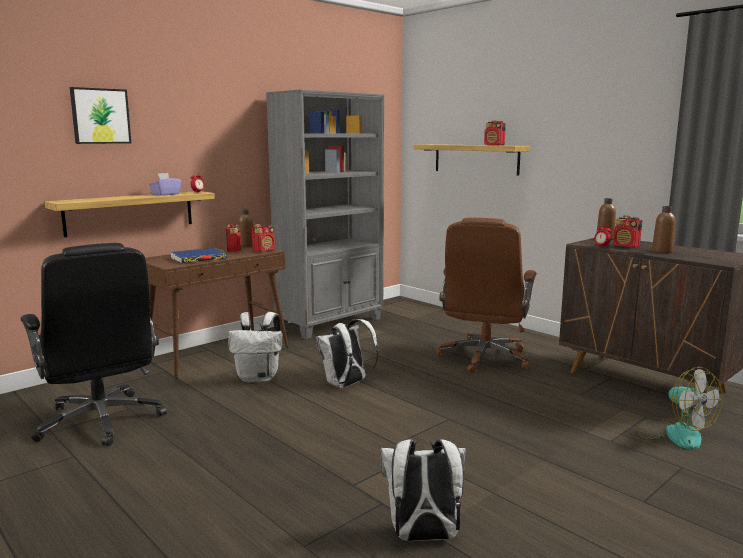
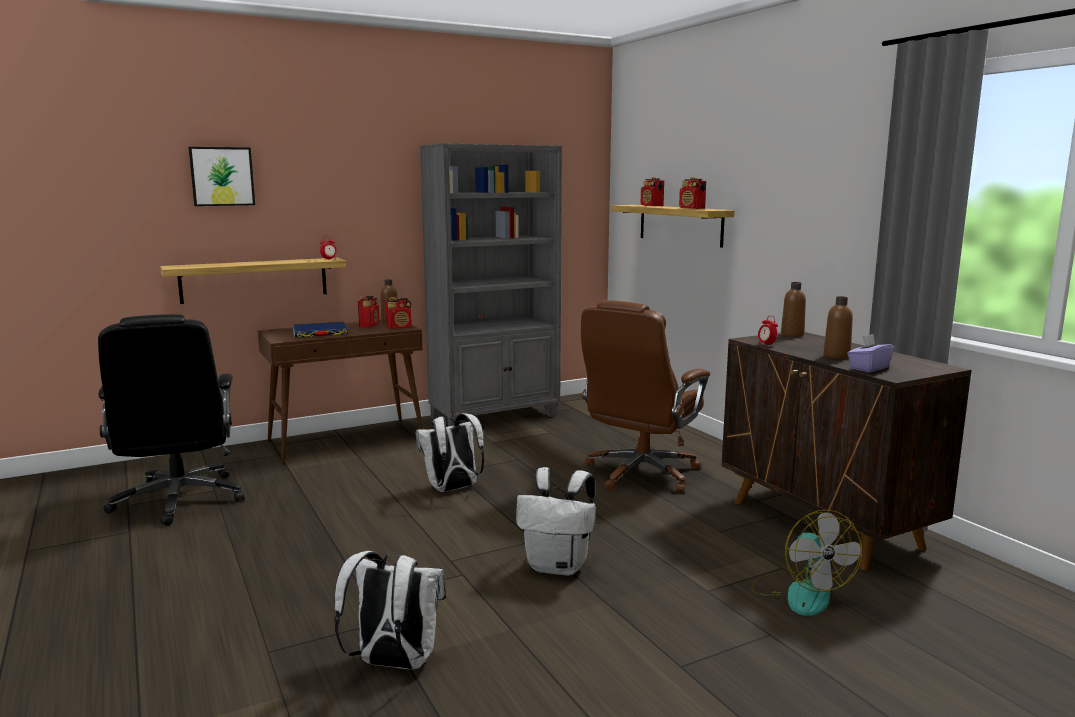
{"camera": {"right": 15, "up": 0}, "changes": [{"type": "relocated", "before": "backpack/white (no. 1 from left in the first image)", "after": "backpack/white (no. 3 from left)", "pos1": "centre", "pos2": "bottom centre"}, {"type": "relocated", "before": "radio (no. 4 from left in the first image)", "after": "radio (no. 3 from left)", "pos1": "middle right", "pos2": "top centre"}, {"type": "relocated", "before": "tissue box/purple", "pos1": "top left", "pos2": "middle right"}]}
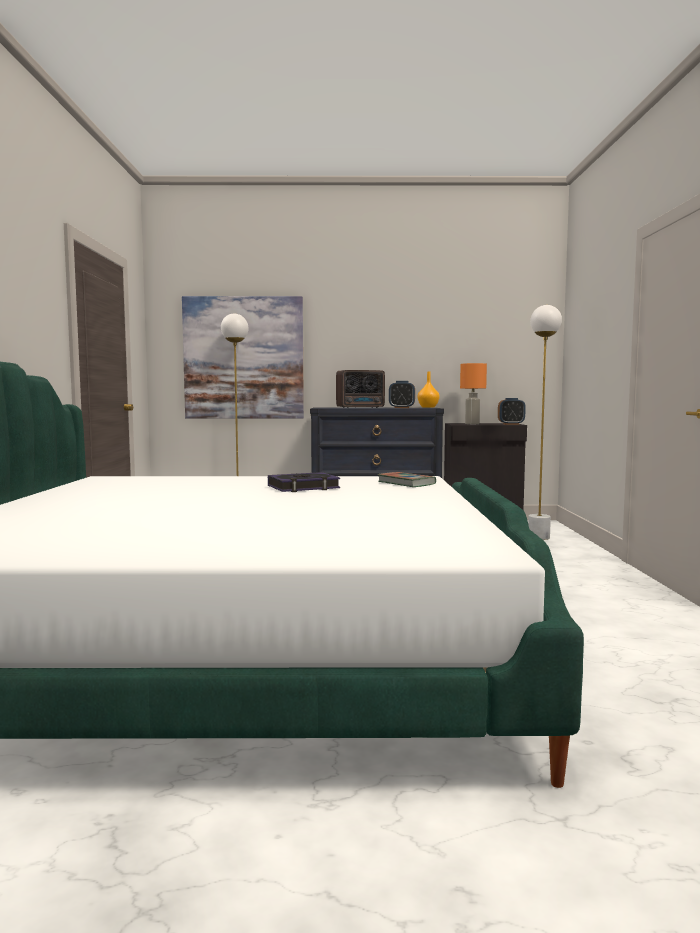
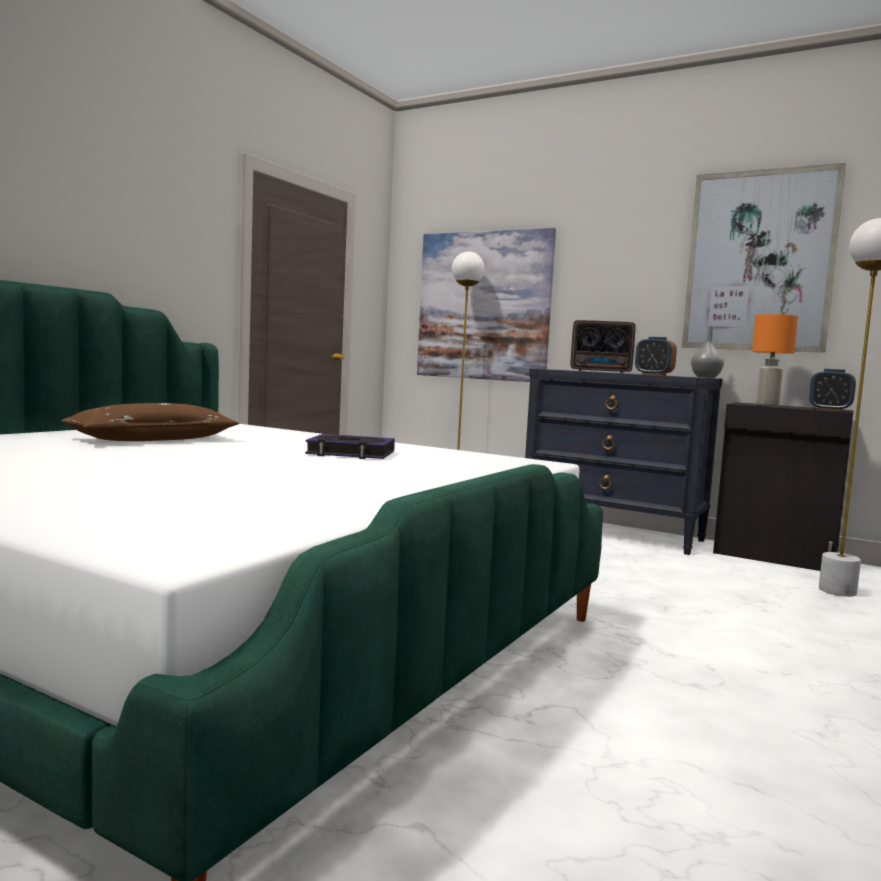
{"camera": {"right": 30, "up": 0}, "changes": [{"type": "appeared", "after": "pillow/brown", "pos2": "middle left"}, {"type": "appeared", "after": "picture (no. 2 from left)", "pos2": "top right"}, {"type": "colour", "before": "vase/orange", "after": "vase/grey", "pos1": "centre", "pos2": "middle right"}, {"type": "missing", "before": "book (no. 2 from left)", "pos1": "centre"}]}
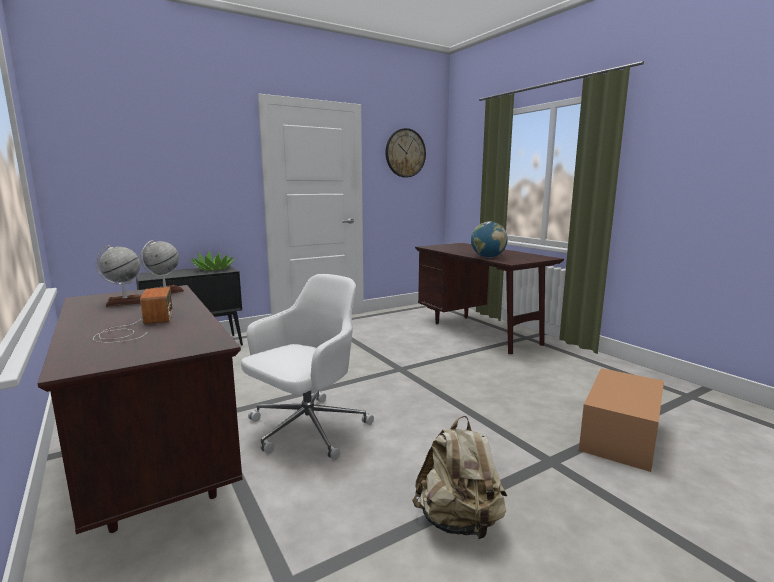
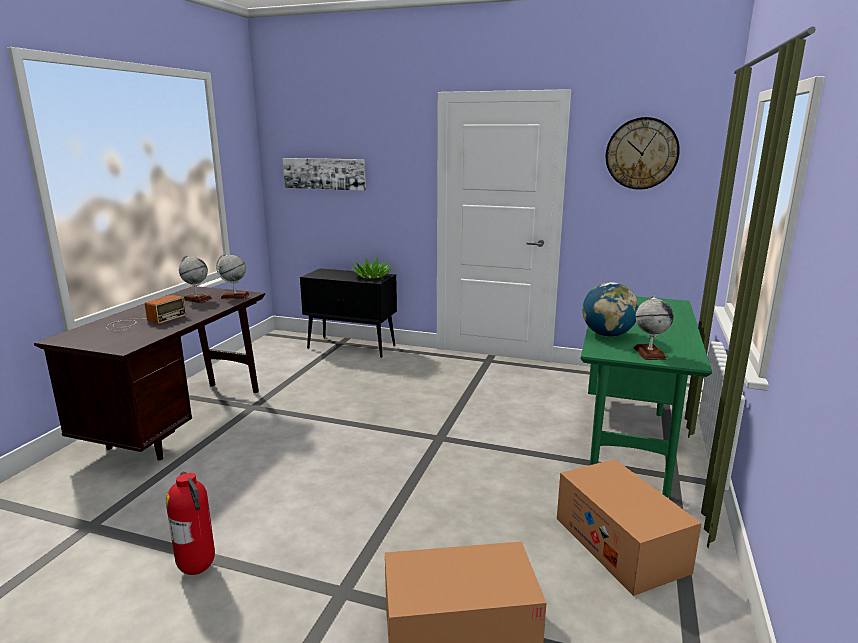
{"camera": {"right": 50, "up": 5}, "changes": [{"type": "exchanged", "before": "backpack/beige", "after": "fire extinguisher", "pos1": "bottom centre", "pos2": "bottom left"}, {"type": "appeared", "after": "picture", "pos2": "top centre"}, {"type": "appeared", "after": "cardboard box (no. 2 from left)", "pos2": "bottom right"}, {"type": "colour", "before": "desk/brown (no. 2 from left)", "after": "desk/green", "pos1": "centre", "pos2": "middle right"}, {"type": "appeared", "after": "globe (no. 4 from left)", "pos2": "middle right"}, {"type": "missing", "before": "office chair/white", "pos1": "centre"}]}
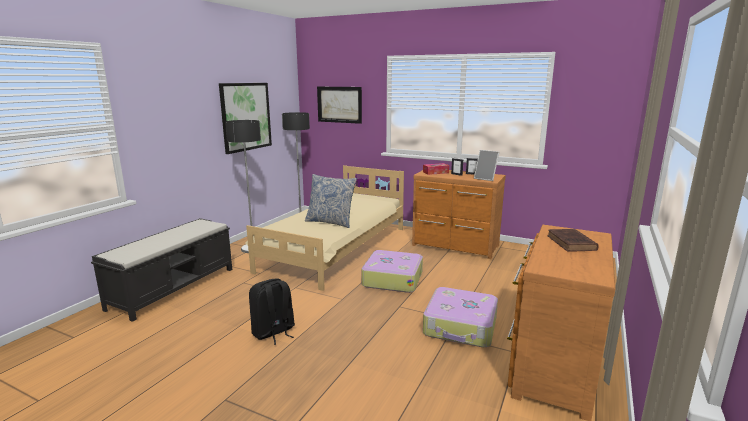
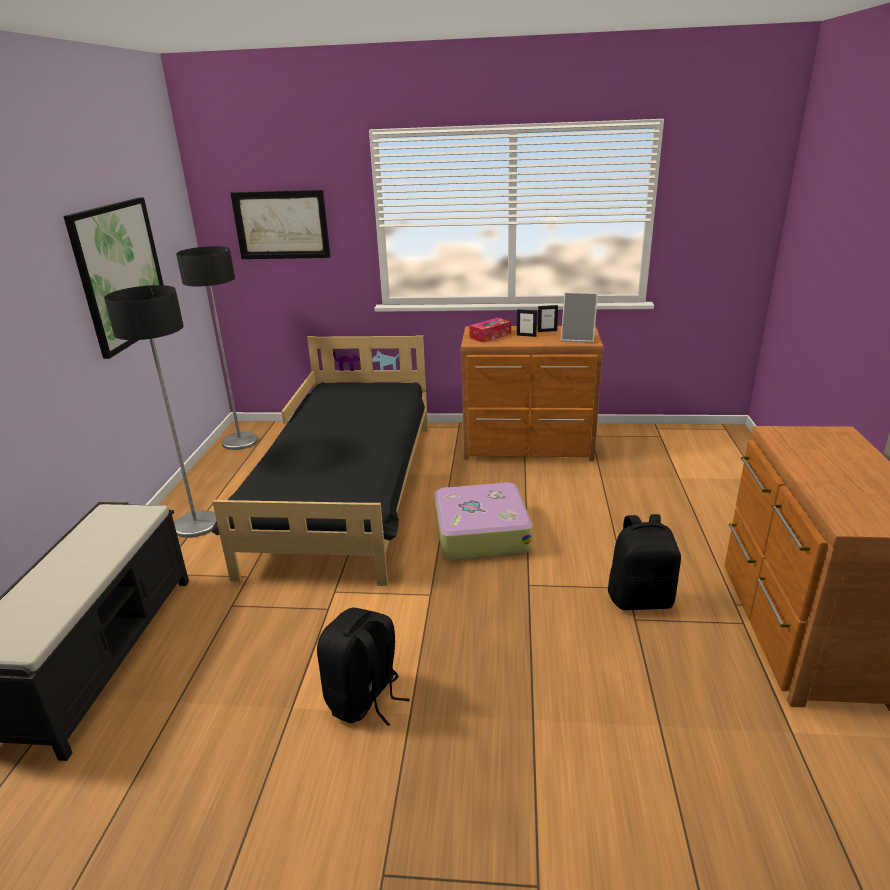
{"camera": {"right": -20, "up": 10}, "changes": [{"type": "colour", "before": "bed/beige", "after": "bed/black", "pos1": "centre", "pos2": "centre"}, {"type": "exchanged", "before": "suitcase (no. 2 from left)", "after": "backpack/black (no. 2 from left)", "pos1": "bottom centre", "pos2": "middle right"}, {"type": "missing", "before": "pillow", "pos1": "centre"}, {"type": "missing", "before": "book/brown", "pos1": "middle right"}]}
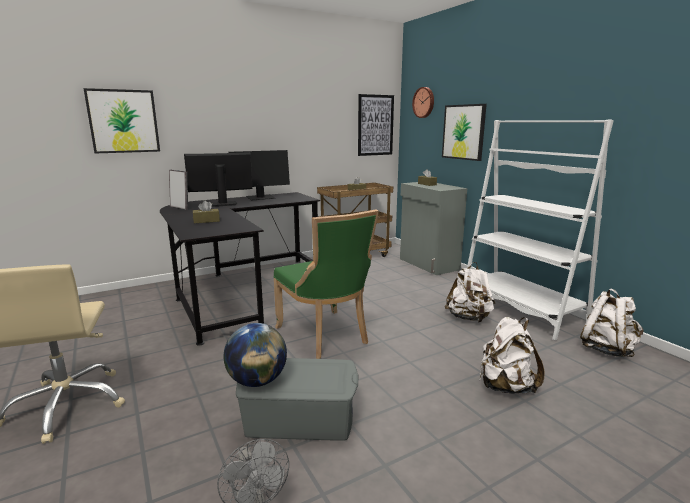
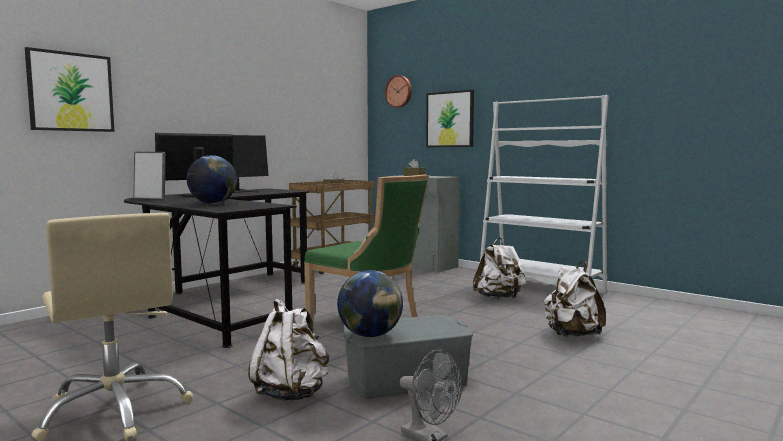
{"camera": {"right": -20, "up": -10}, "changes": [{"type": "exchanged", "before": "tissue box/brown (no. 1 from left)", "after": "globe (no. 1 from left)", "pos1": "middle left", "pos2": "middle left"}, {"type": "relocated", "before": "backpack/white (no. 3 from left in the first image)", "after": "backpack/white (no. 1 from left)", "pos1": "middle right", "pos2": "bottom centre"}, {"type": "missing", "before": "picture (no. 2 from left)", "pos1": "top centre"}]}
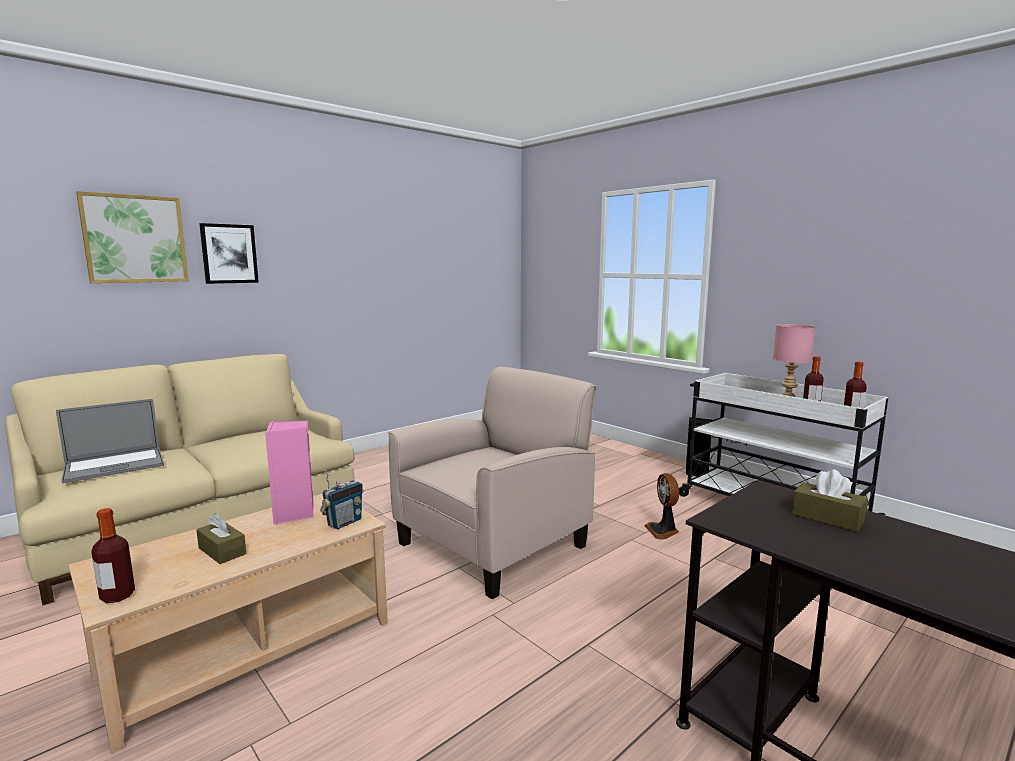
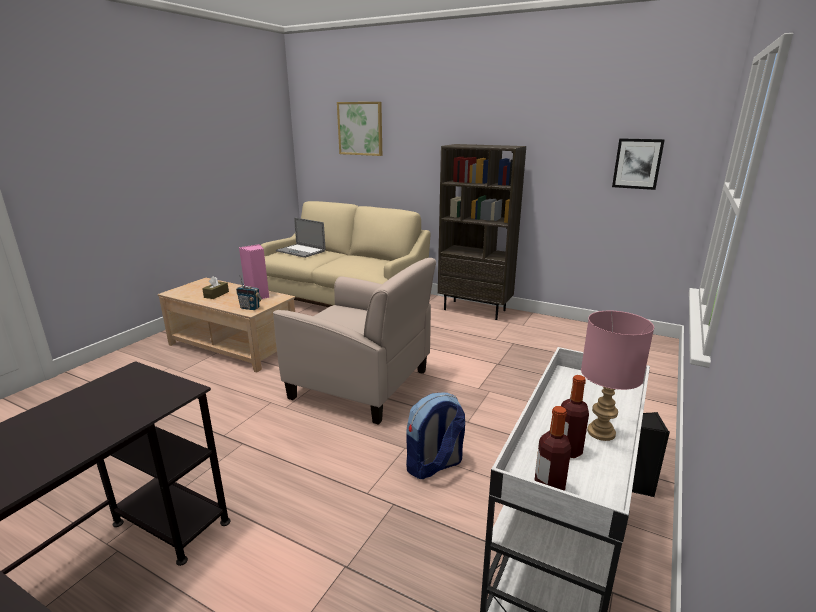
{"camera": {"right": 70, "up": 10}, "changes": [{"type": "exchanged", "before": "fan", "after": "backpack", "pos1": "centre", "pos2": "bottom centre"}, {"type": "appeared", "after": "bookcase/brown", "pos2": "centre"}, {"type": "relocated", "before": "picture (no. 2 from left)", "pos1": "top left", "pos2": "top right"}, {"type": "missing", "before": "bottle (no. 1 from left)", "pos1": "bottom left"}, {"type": "missing", "before": "tissue box/brown (no. 2 from left)", "pos1": "middle right"}]}
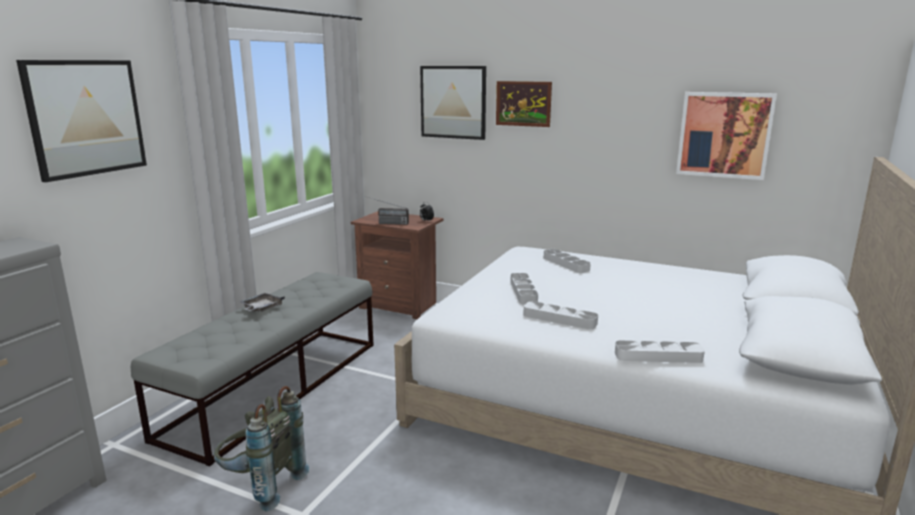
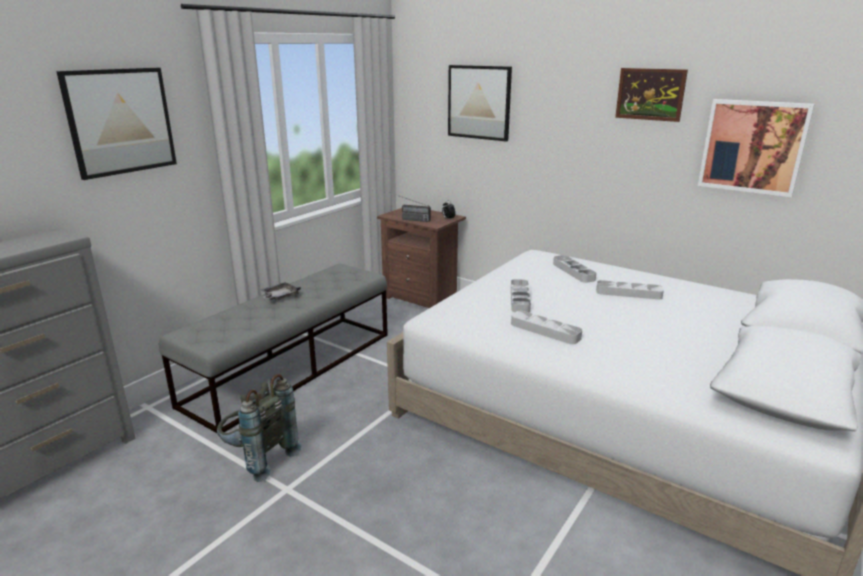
{"camera": {"right": 10, "up": 5}, "changes": [{"type": "relocated", "before": "tray/grey (no. 5 from left)", "pos1": "bottom right", "pos2": "middle right"}, {"type": "relocated", "before": "picture (no. 3 from left)", "pos1": "top centre", "pos2": "top right"}]}
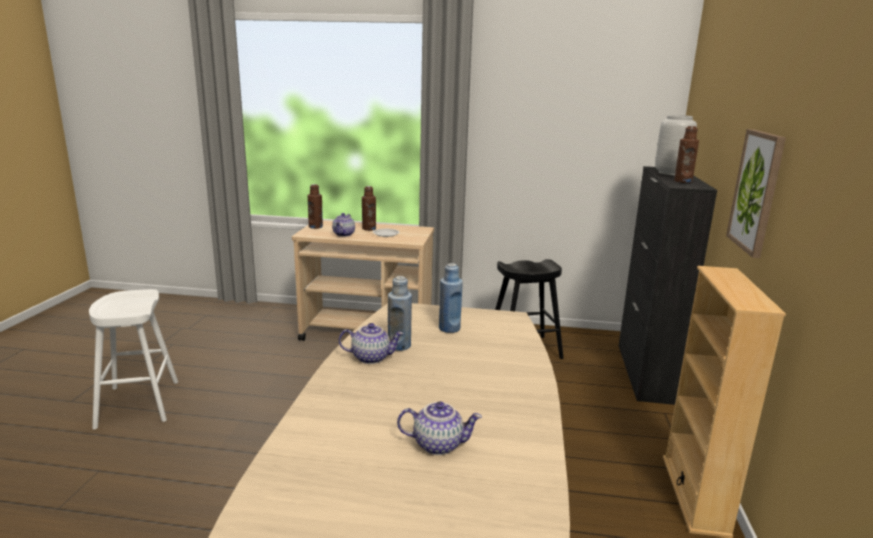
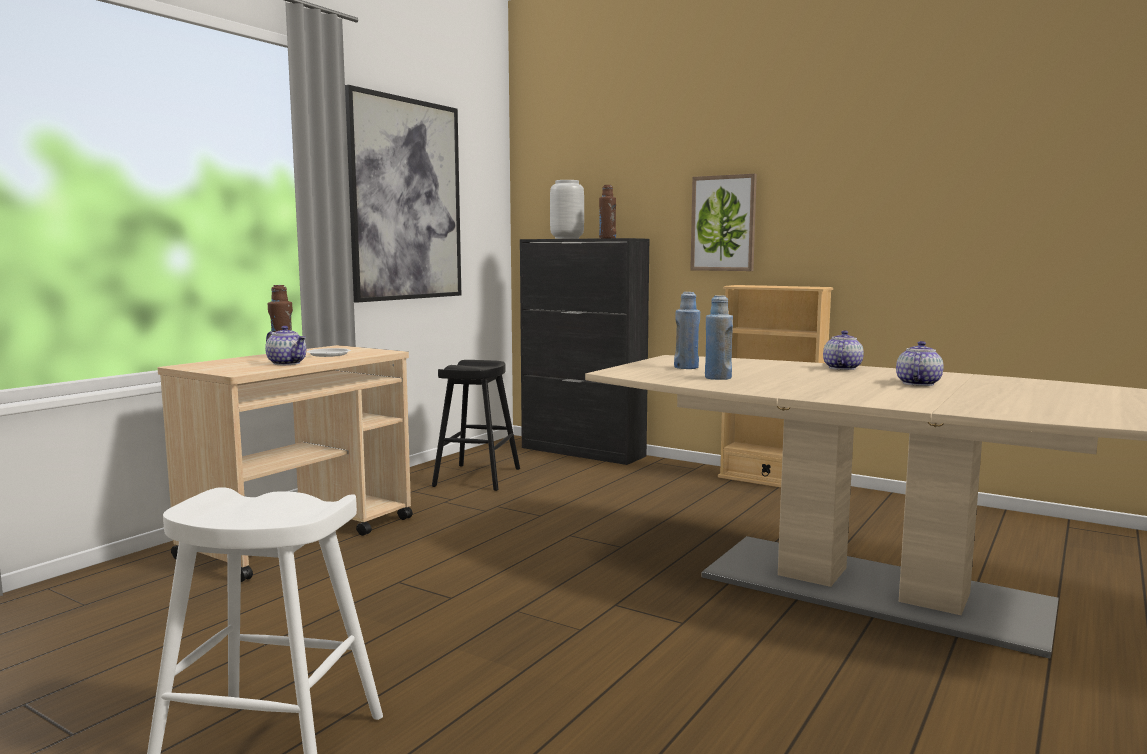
{"camera": {"right": -65, "up": -10}, "changes": [{"type": "appeared", "after": "picture (no. 1 from left)", "pos2": "top centre"}, {"type": "relocated", "before": "teapot (no. 2 from left)", "pos1": "centre", "pos2": "middle right"}, {"type": "missing", "before": "bottle/brown (no. 1 from left)", "pos1": "centre"}]}
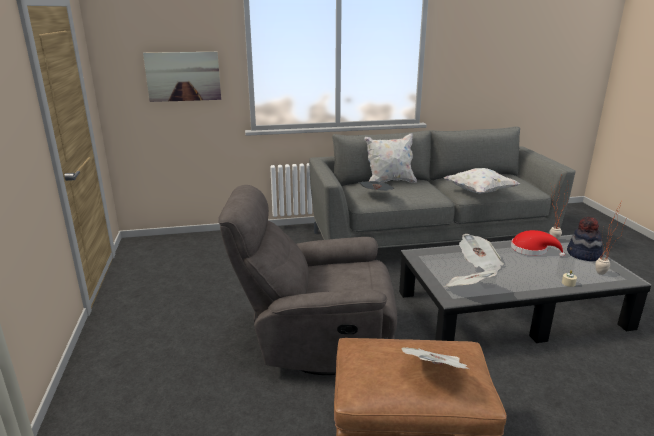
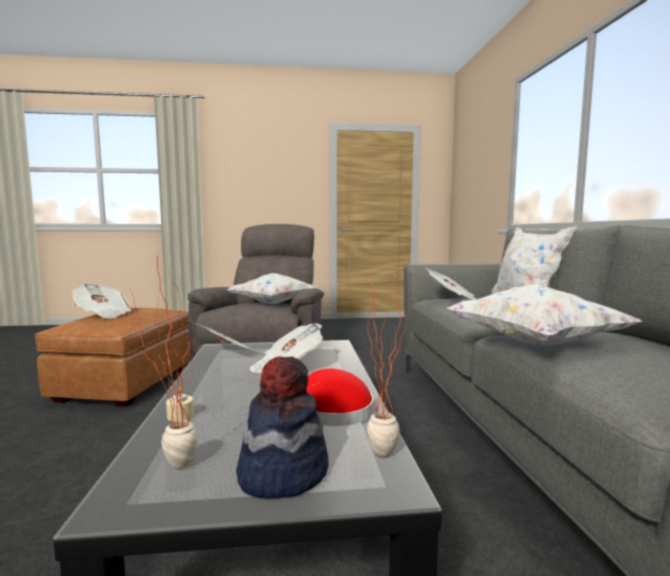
{"camera": {"right": 95, "up": -15}, "changes": [{"type": "appeared", "after": "pillow/white (no. 1 from left)", "pos2": "centre"}, {"type": "missing", "before": "picture", "pos1": "top left"}]}
